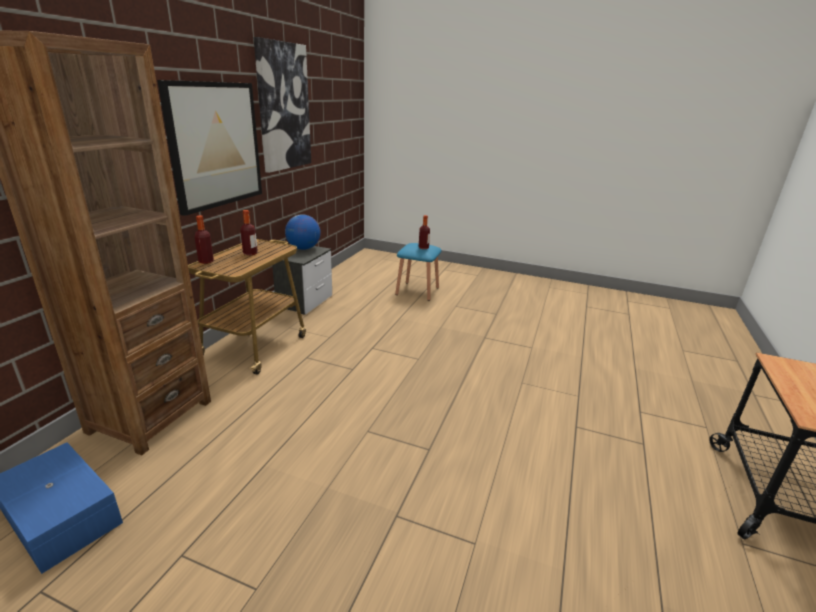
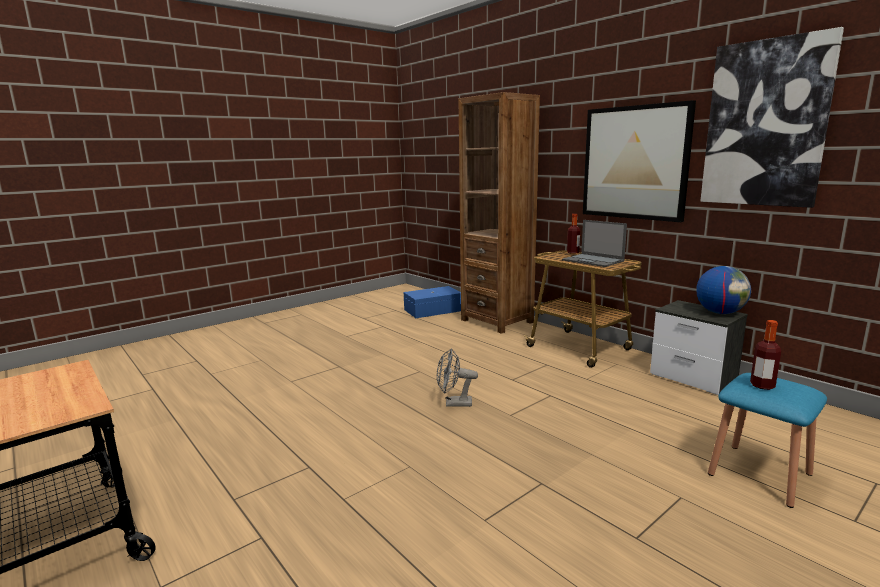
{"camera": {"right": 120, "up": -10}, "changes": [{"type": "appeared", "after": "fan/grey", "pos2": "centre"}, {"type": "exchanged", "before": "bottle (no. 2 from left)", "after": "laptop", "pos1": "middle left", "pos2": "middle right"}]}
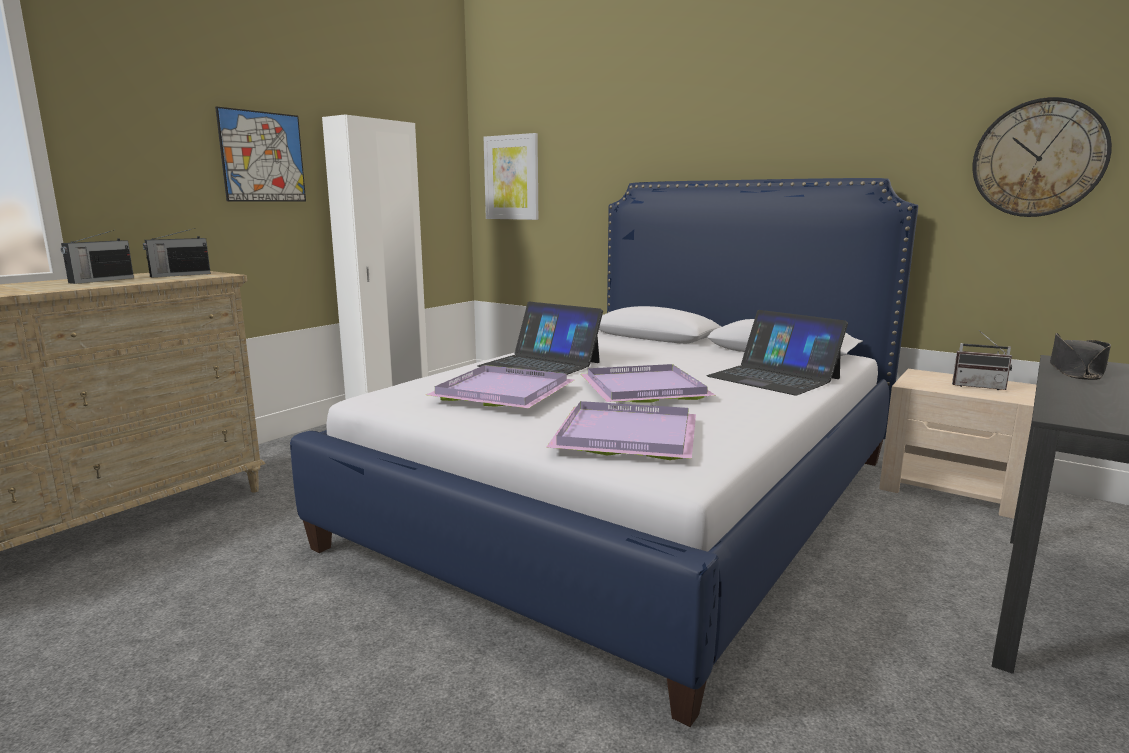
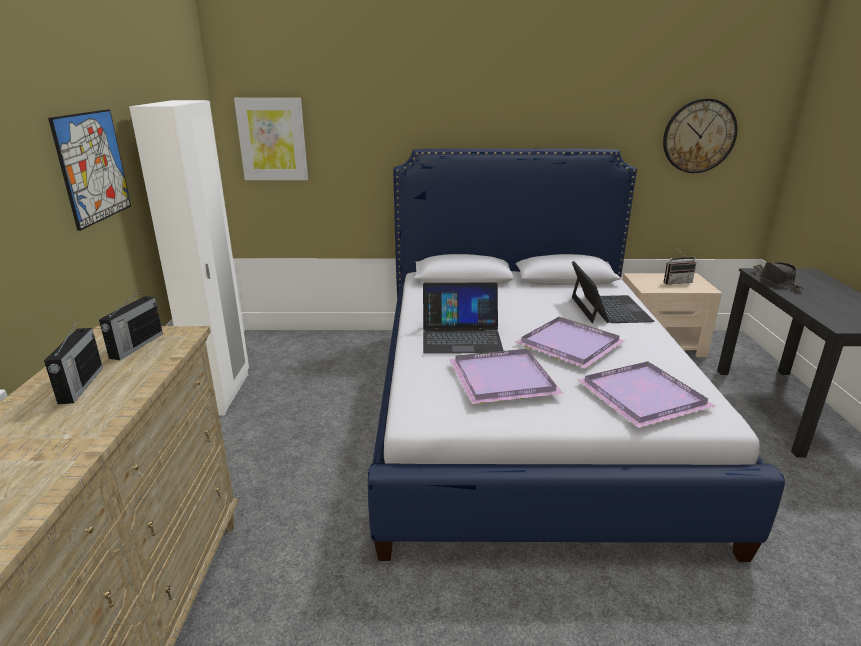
{"camera": {"right": -35, "up": 10}, "changes": [{"type": "spun", "before": "laptop (no. 2 from left)", "pos1": "middle right", "pos2": "middle right", "turn": -105}]}
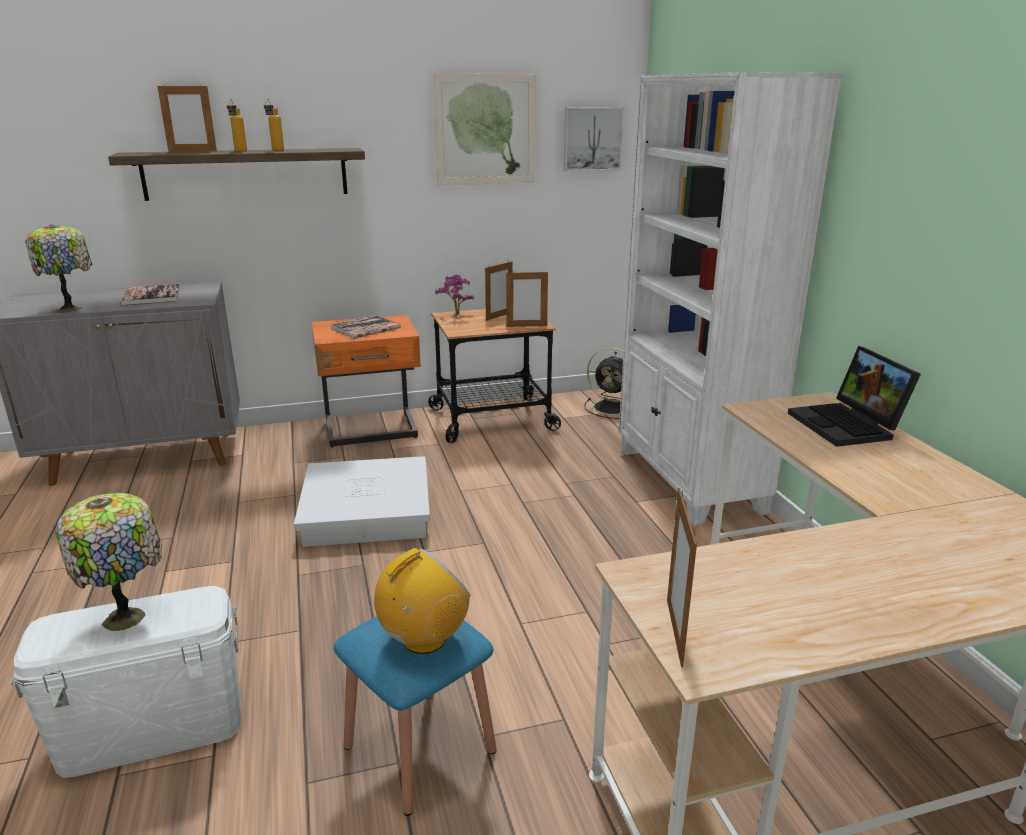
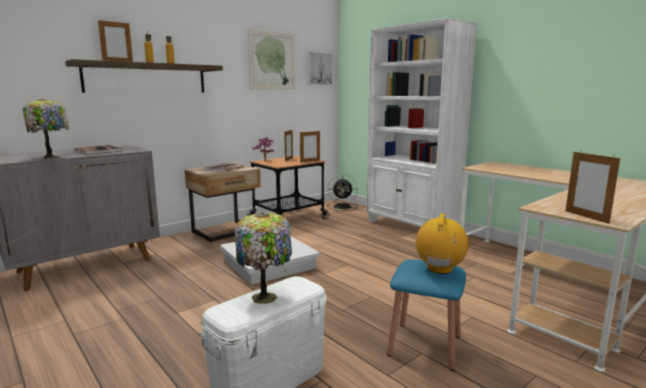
{"camera": {"right": -25, "up": -10}, "changes": [{"type": "colour", "before": "nightstand/orange", "after": "nightstand/beige", "pos1": "centre", "pos2": "centre"}, {"type": "missing", "before": "laptop", "pos1": "middle right"}]}
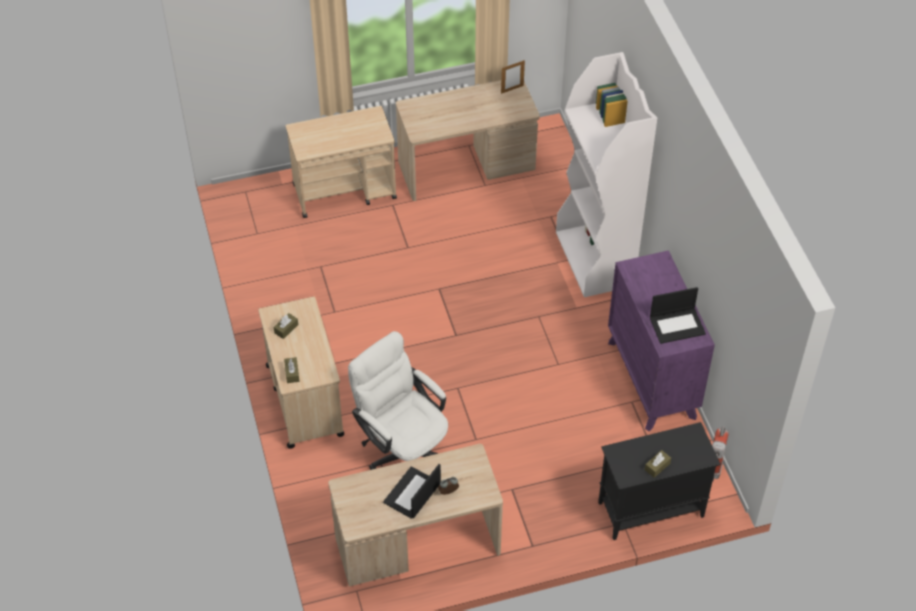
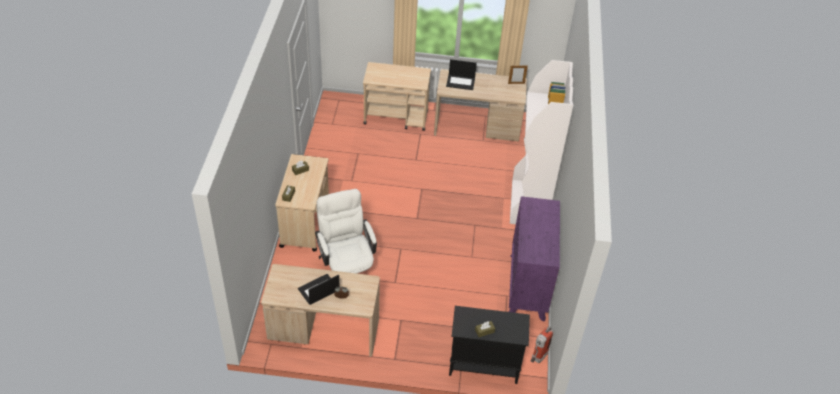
{"camera": {"right": 20, "up": -5}, "changes": [{"type": "relocated", "before": "laptop (no. 2 from left)", "pos1": "middle right", "pos2": "top centre"}]}
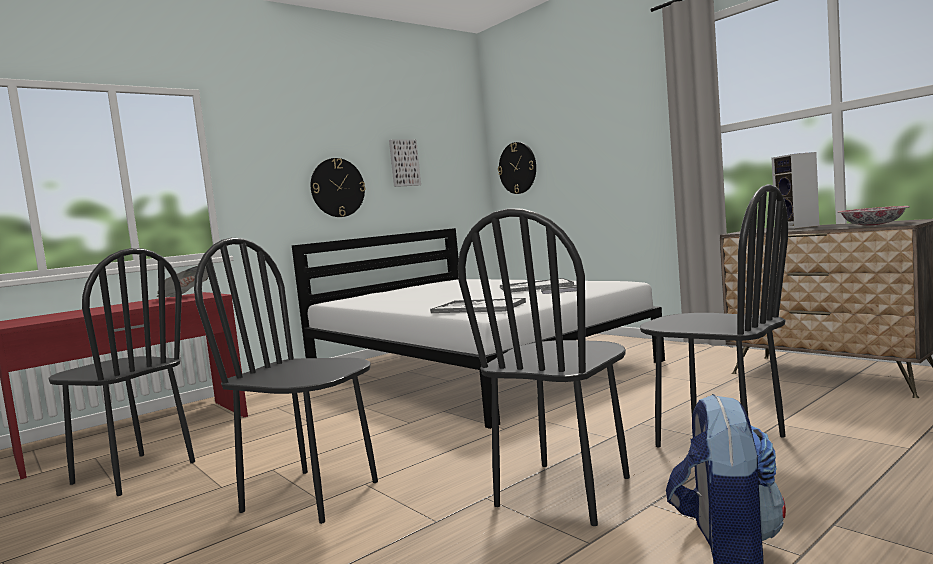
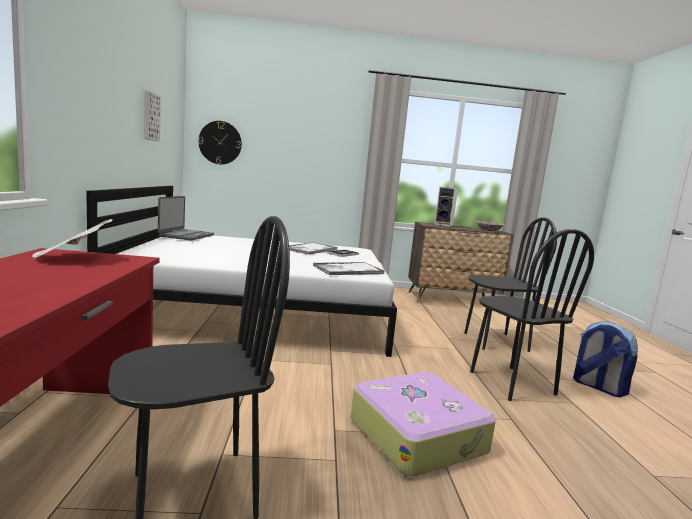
{"camera": {"right": -55, "up": 5}, "changes": [{"type": "appeared", "after": "laptop", "pos2": "middle left"}, {"type": "exchanged", "before": "chair/black (no. 2 from left)", "after": "suitcase", "pos1": "bottom left", "pos2": "bottom centre"}, {"type": "missing", "before": "wall clock (no. 1 from left)", "pos1": "top centre"}]}
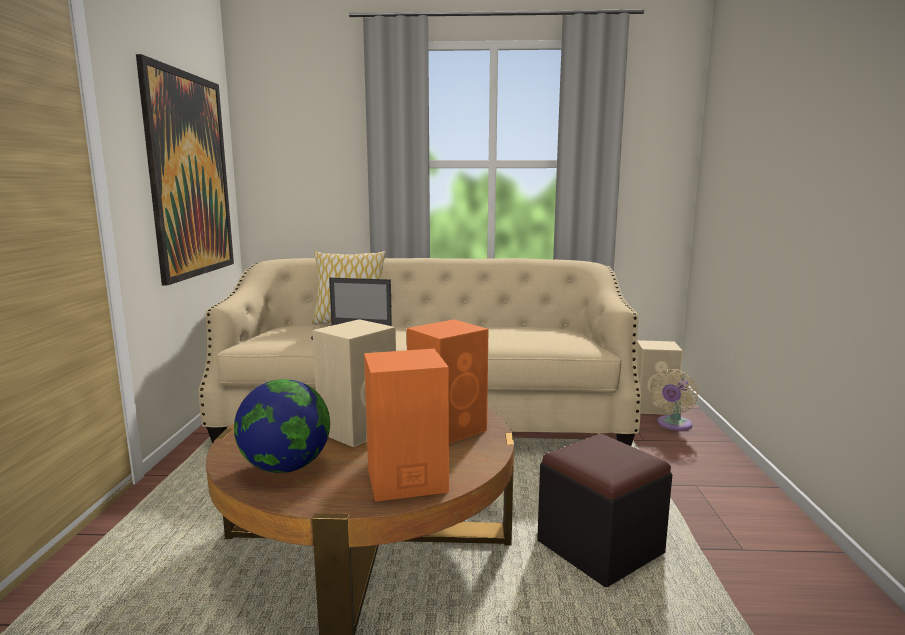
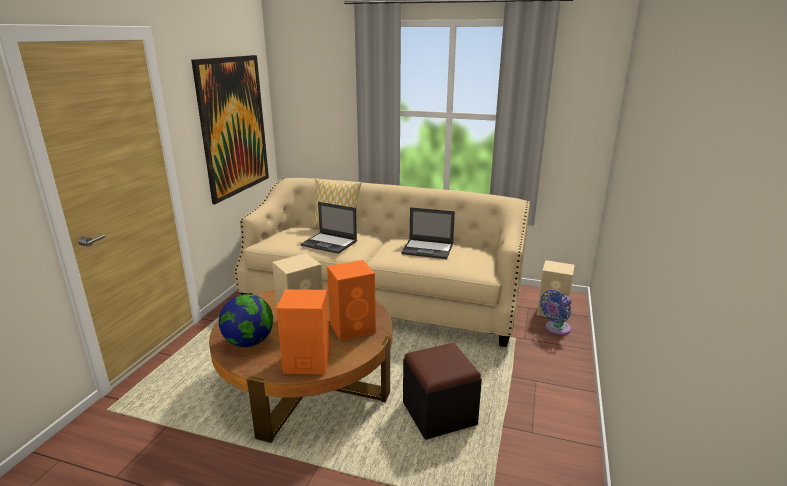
{"camera": {"right": 15, "up": 10}, "changes": [{"type": "appeared", "after": "laptop (no. 2 from left)", "pos2": "centre"}, {"type": "colour", "before": "fan/beige", "after": "fan/blue", "pos1": "middle right", "pos2": "middle right"}]}
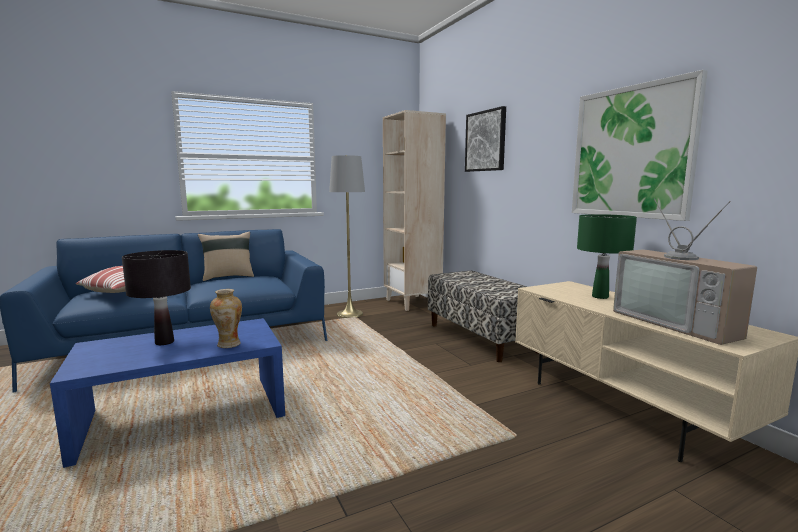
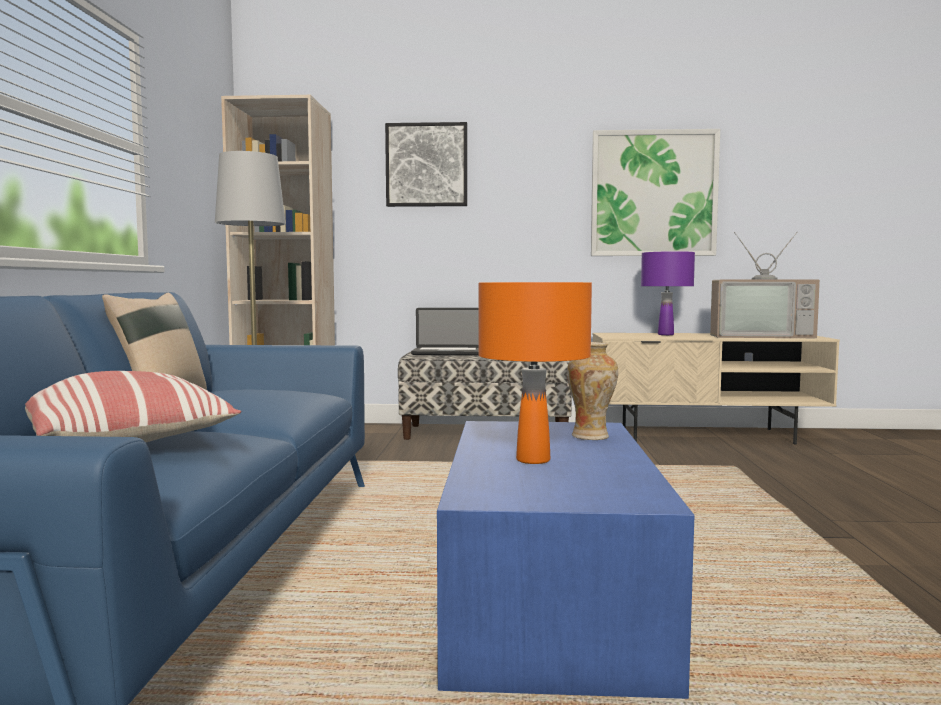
{"camera": {"right": -60, "up": -5}, "changes": [{"type": "appeared", "after": "laptop", "pos2": "centre"}, {"type": "colour", "before": "table lamp/black", "after": "table lamp/orange", "pos1": "middle left", "pos2": "centre"}, {"type": "colour", "before": "table lamp/green", "after": "table lamp/purple", "pos1": "middle right", "pos2": "middle right"}]}
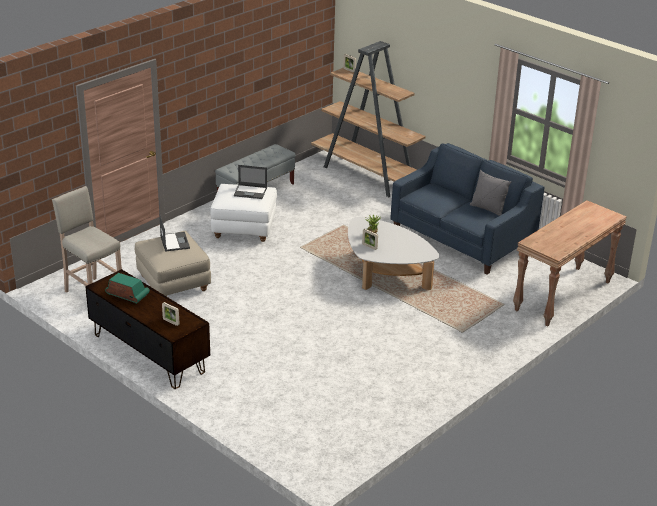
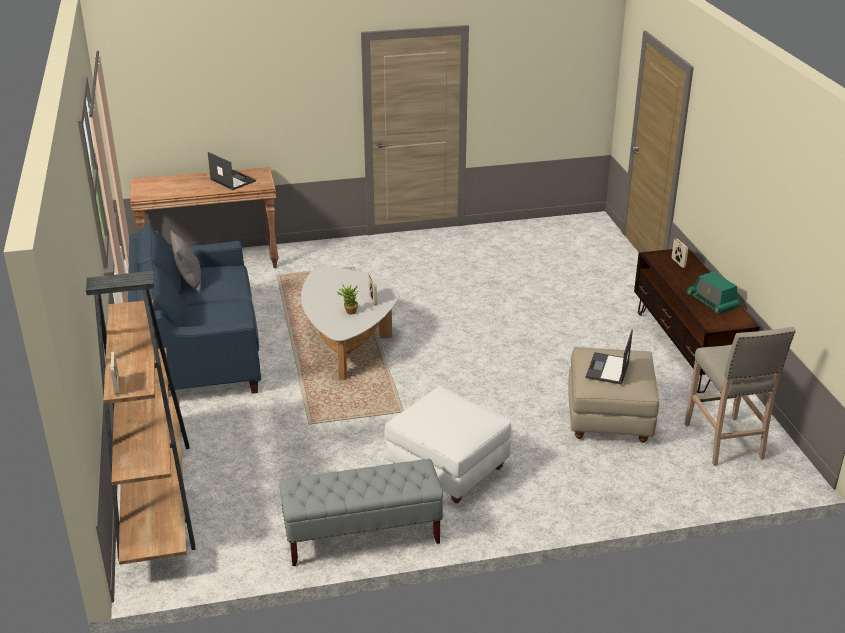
{"camera": {"right": -145, "up": 0}, "changes": [{"type": "relocated", "before": "laptop (no. 2 from left in the first image)", "after": "laptop (no. 1 from left)", "pos1": "centre", "pos2": "top left"}]}
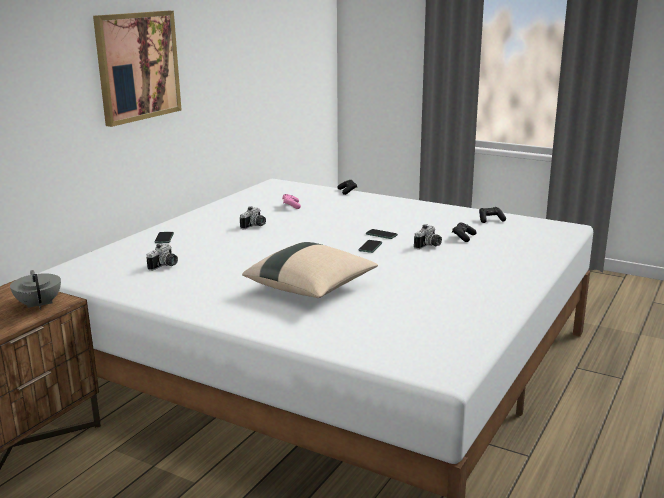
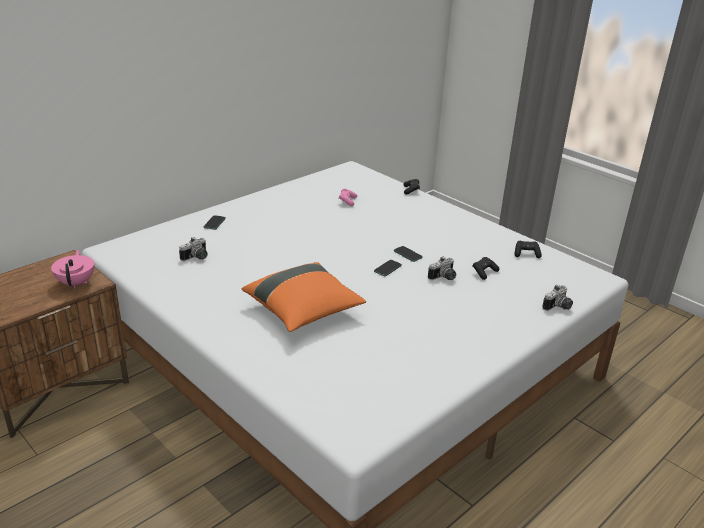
{"camera": {"right": 15, "up": 10}, "changes": [{"type": "colour", "before": "teapot/grey", "after": "teapot/pink", "pos1": "middle left", "pos2": "middle left"}, {"type": "colour", "before": "pillow/beige", "after": "pillow/orange", "pos1": "centre", "pos2": "centre"}, {"type": "relocated", "before": "photo camera (no. 2 from left in the first image)", "after": "photo camera (no. 3 from left)", "pos1": "centre", "pos2": "middle right"}, {"type": "missing", "before": "picture", "pos1": "top left"}]}
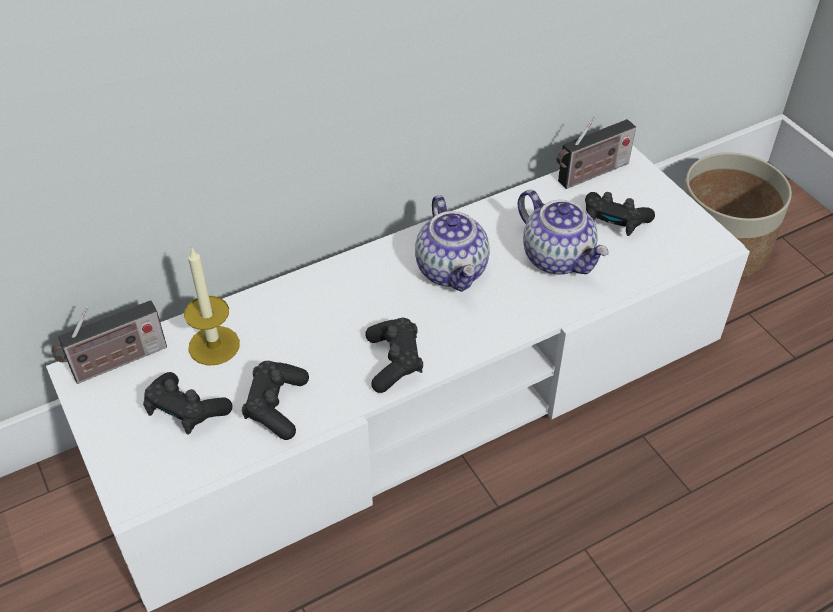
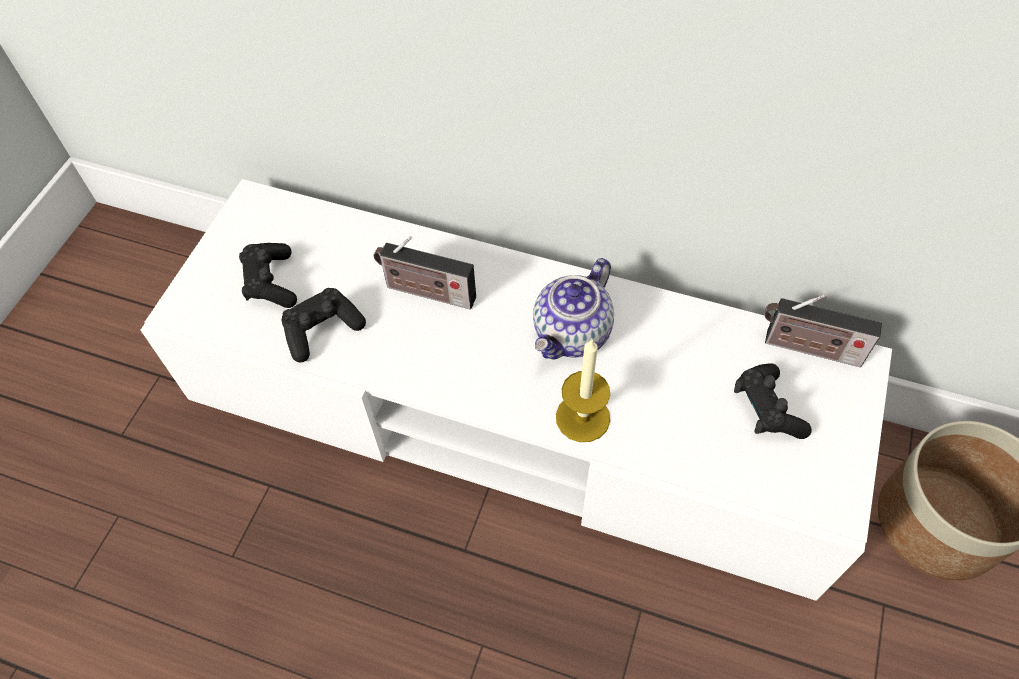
{"camera": {"right": 50, "up": 10}, "changes": [{"type": "relocated", "before": "radio (no. 1 from left)", "pos1": "middle left", "pos2": "centre"}, {"type": "relocated", "before": "candle", "pos1": "middle left", "pos2": "centre"}, {"type": "missing", "before": "game controller/black (no. 3 from left)", "pos1": "centre"}, {"type": "missing", "before": "teapot (no. 2 from left)", "pos1": "middle right"}]}
